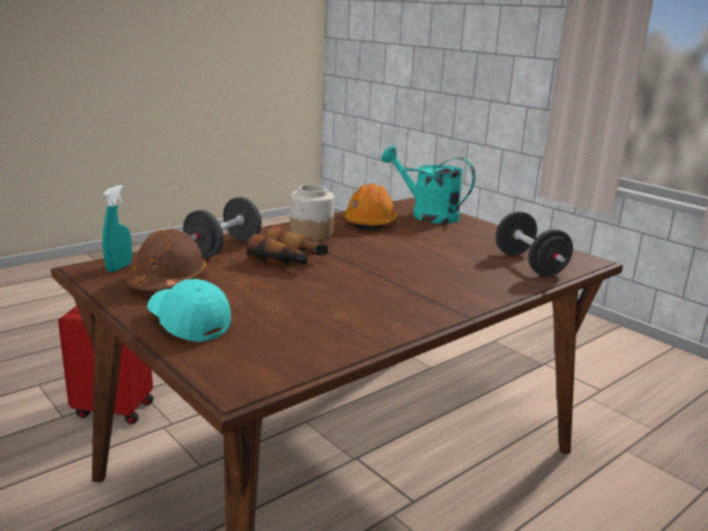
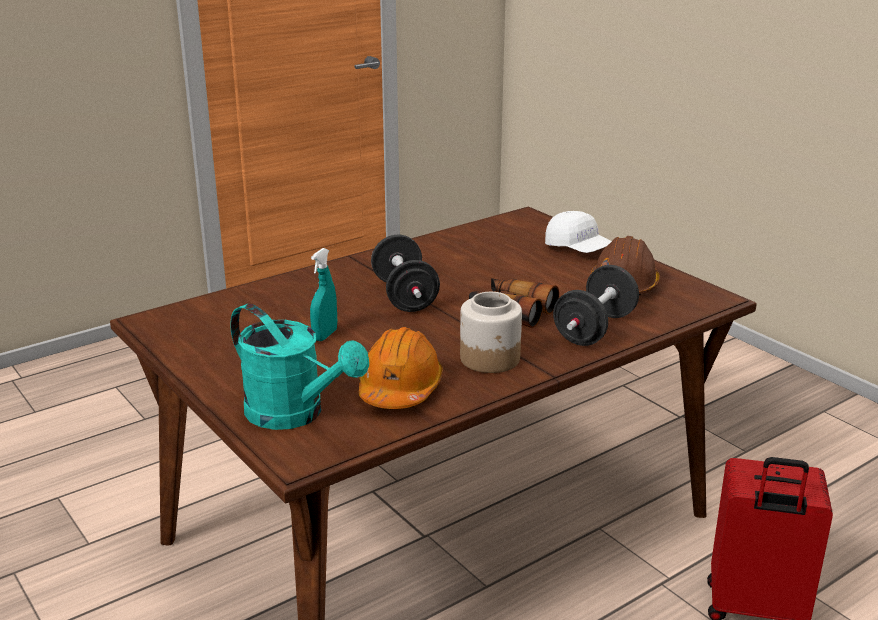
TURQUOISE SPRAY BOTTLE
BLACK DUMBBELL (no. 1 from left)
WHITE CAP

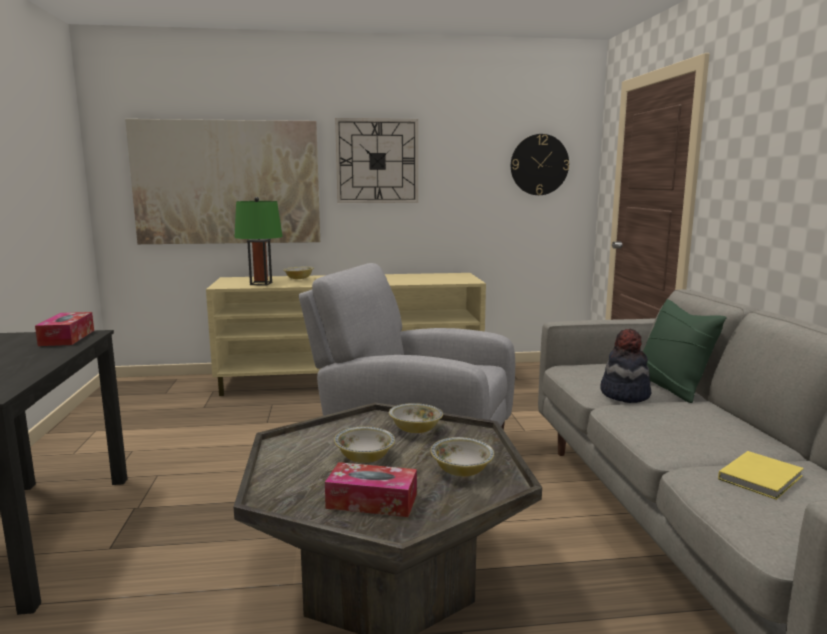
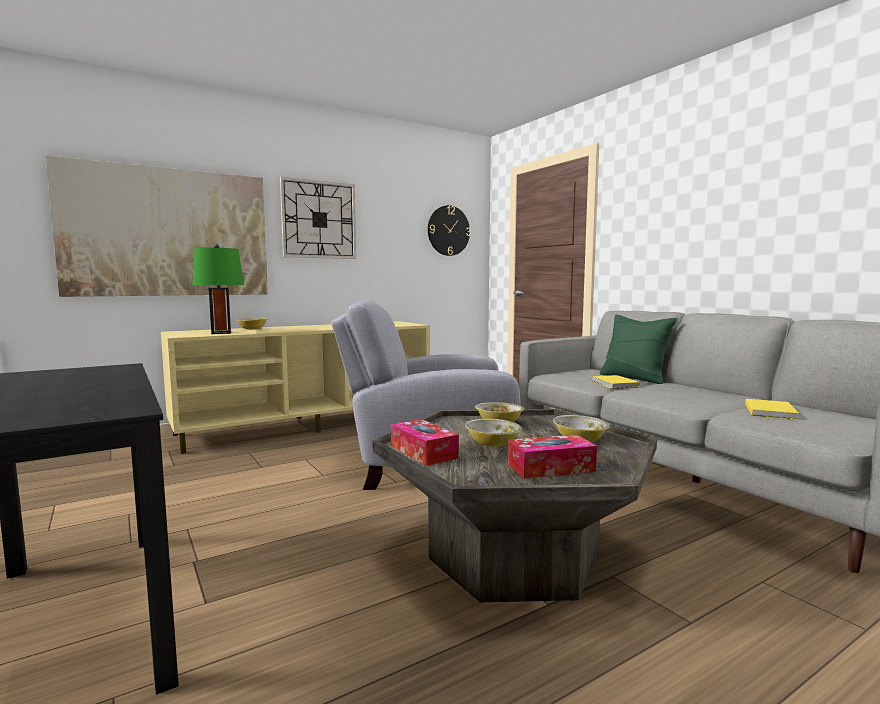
TISSUE BOX (no. 1 from left)
YELLOW BOOK (no. 1 from left)

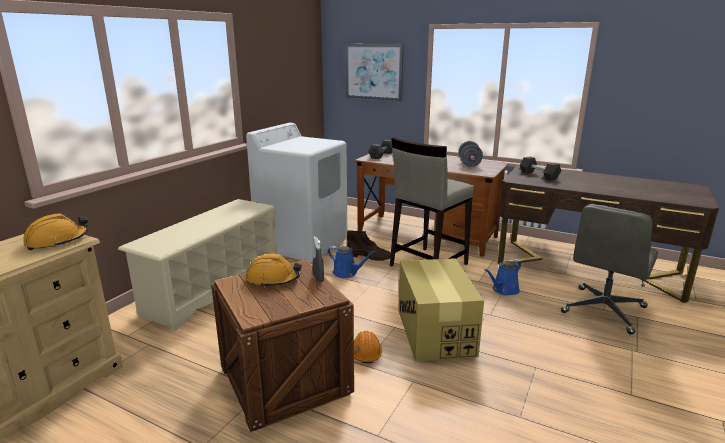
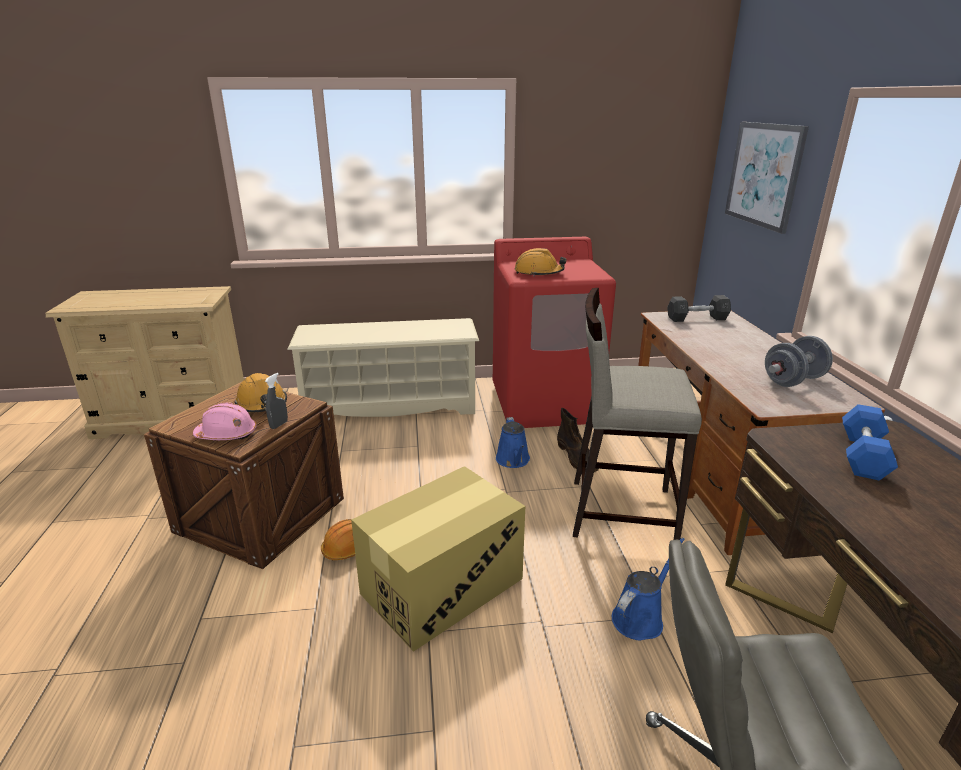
RED WASHING MACHINE
BLUE DUMBBELL
ORANGE HARD HAT (no. 3 from left)
BLUE WATERING CAN (no. 2 from left)
PINK HARD HAT

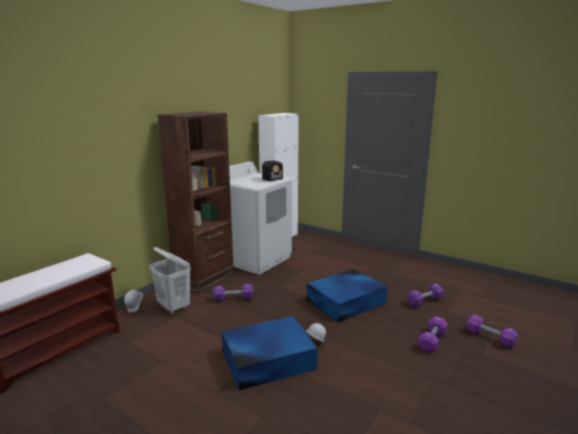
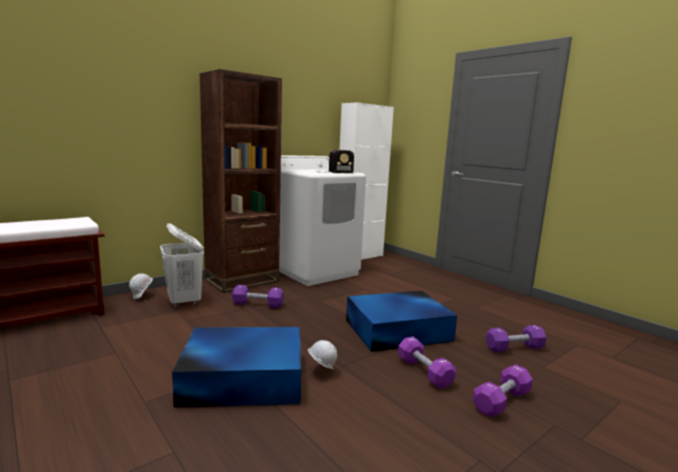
PURPLE DUMBBELL (no. 2 from left)

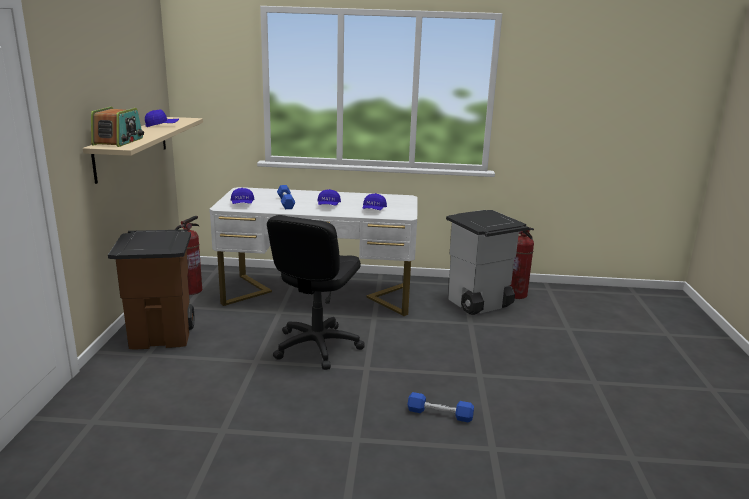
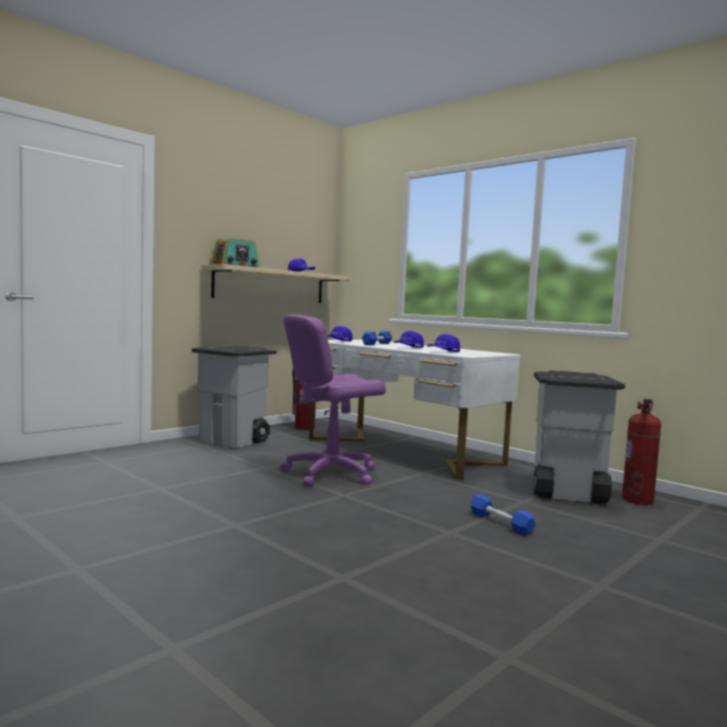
PURPLE OFFICE CHAIR
GREY TRASH CAN (no. 1 from left)
BLUE DUMBBELL (no. 2 from left)

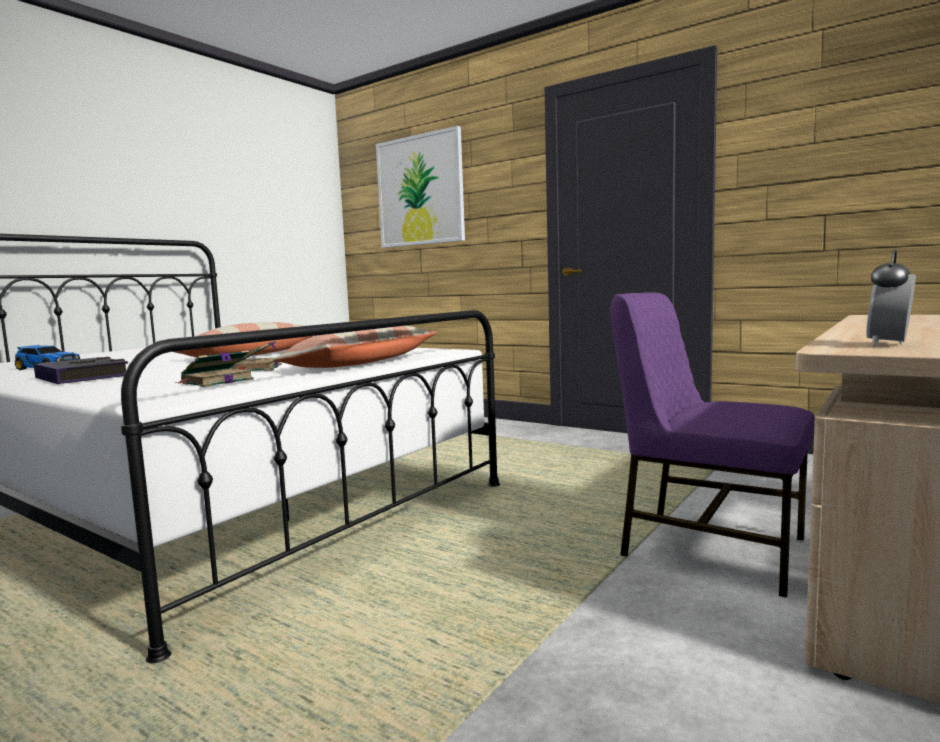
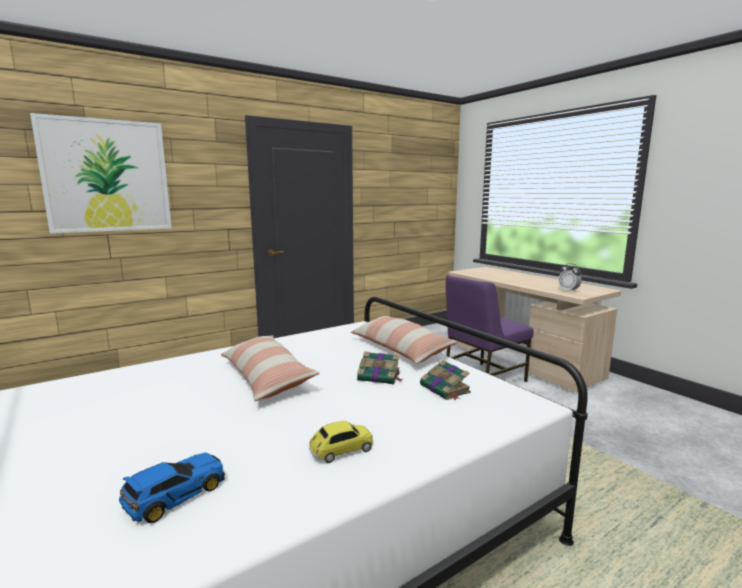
TOY CAR (no. 2 from left)

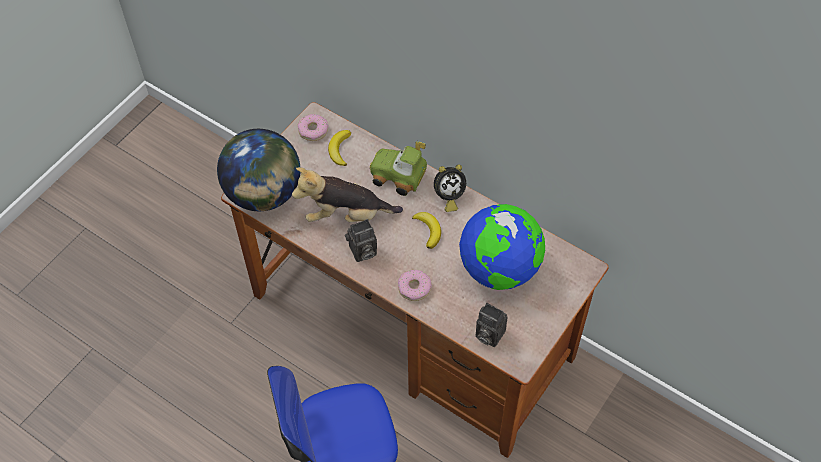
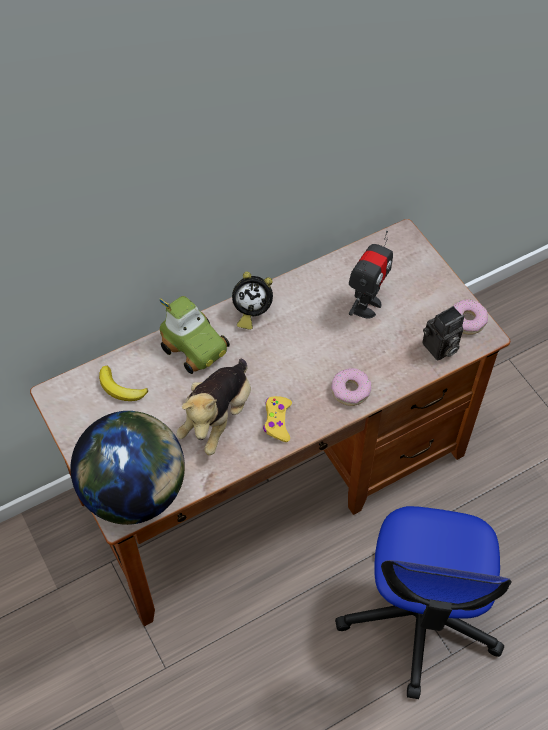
DONUT (no. 2 from left)
TOY CAR
ALARM CLOCK
TOY ROBOT
BANANA (no. 2 from left in the first image)
YELLOW GAME CONTROLLER

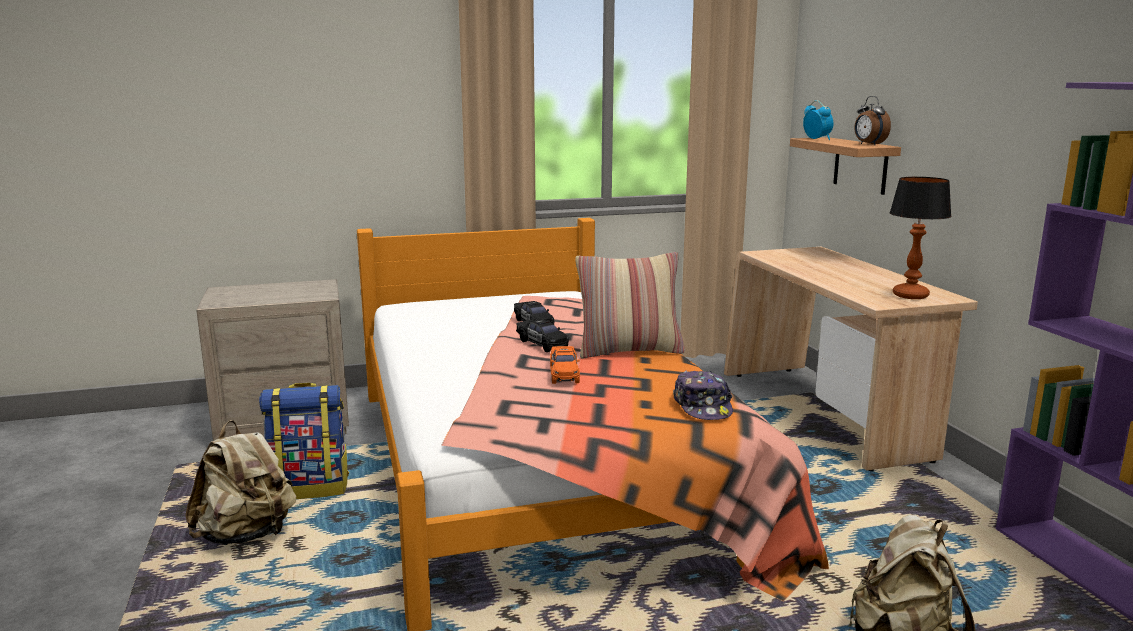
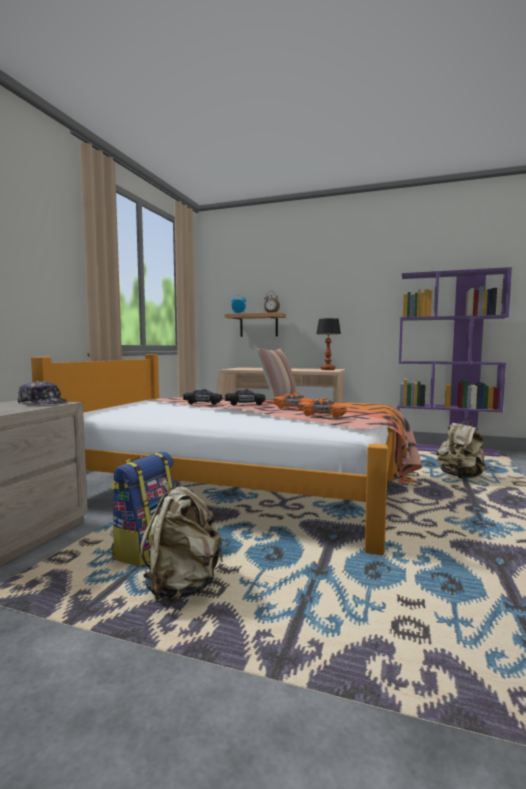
CAP
ORANGE TOY CAR (no. 2 from left)

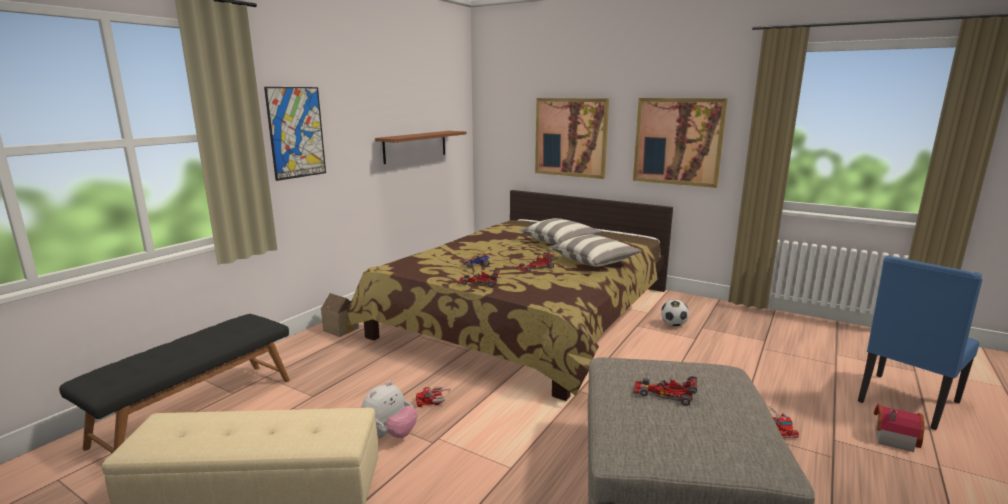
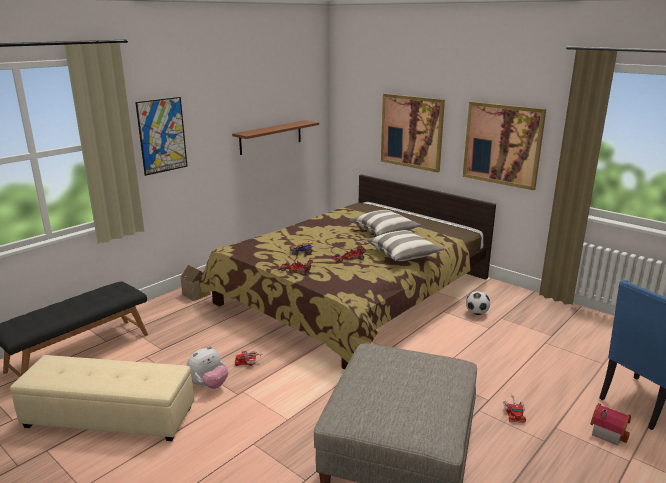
TOY CAR (no. 4 from left in the first image)

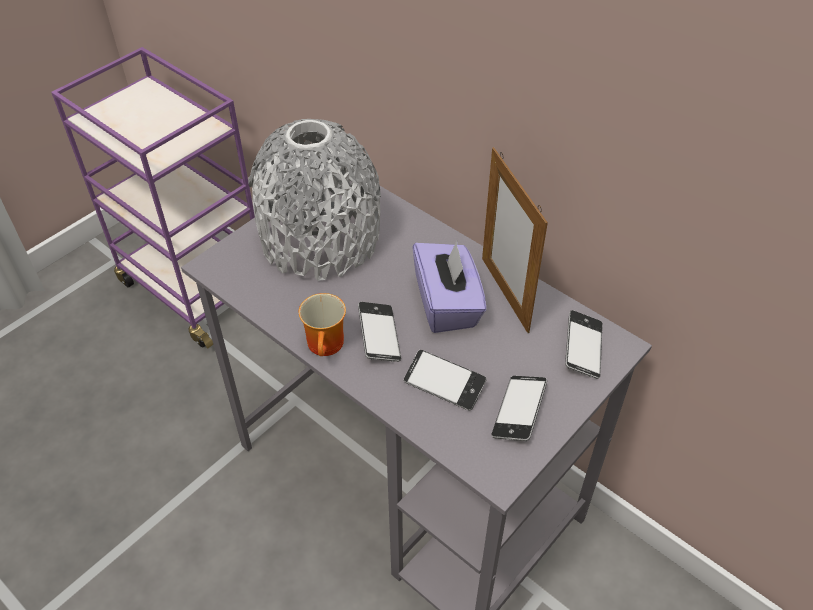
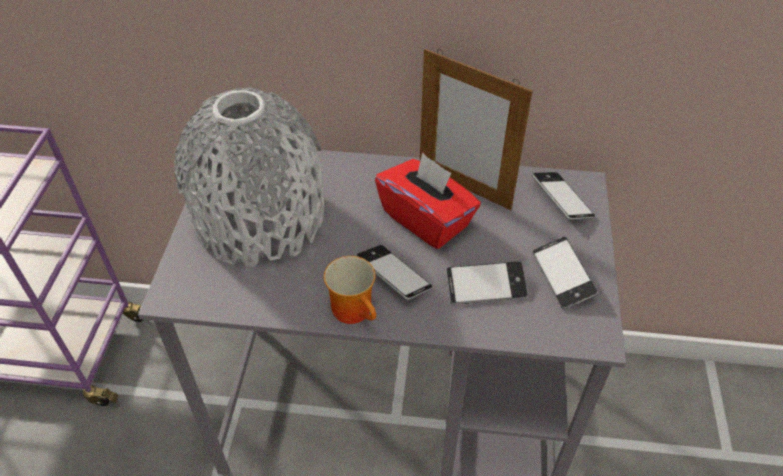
RED TISSUE BOX

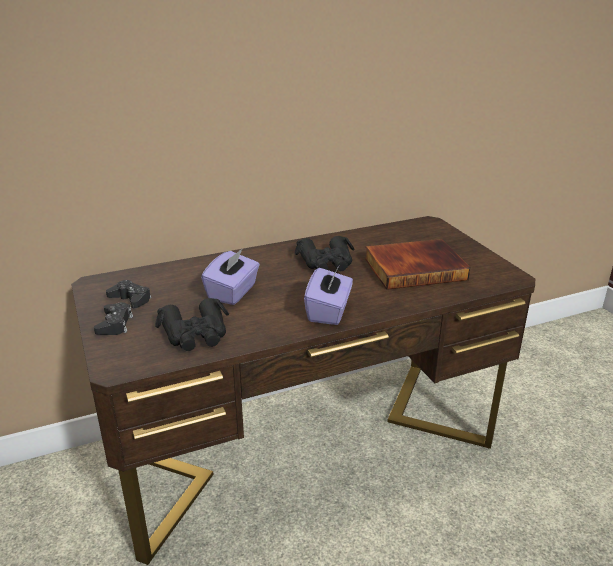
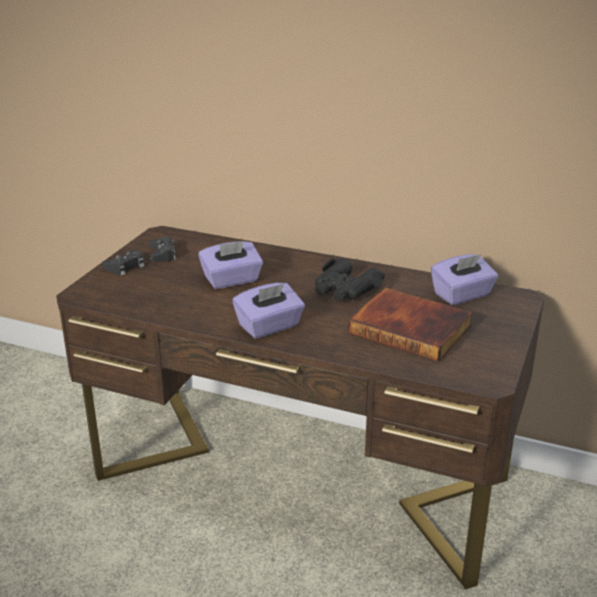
BLACK BINOCULARS (no. 1 from left in the first image)
PURPLE TISSUE BOX (no. 3 from left)

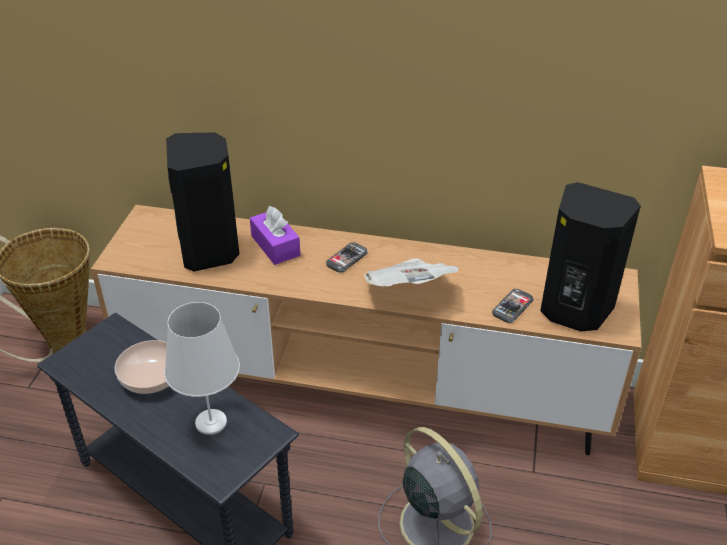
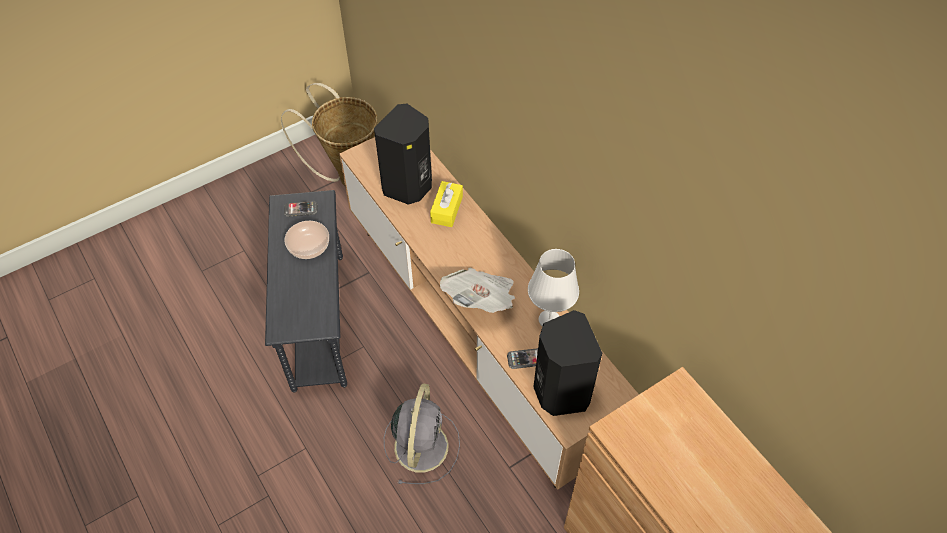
YELLOW TISSUE BOX
PHONE (no. 1 from left)
WHITE TABLE LAMP

